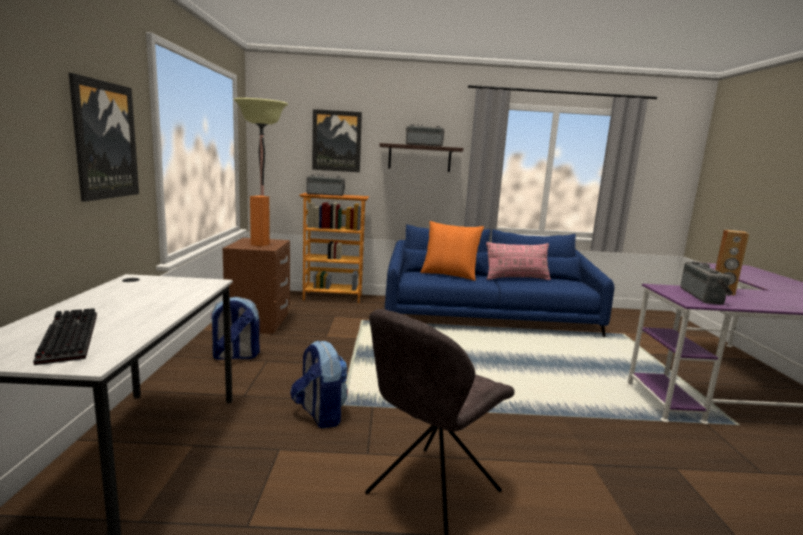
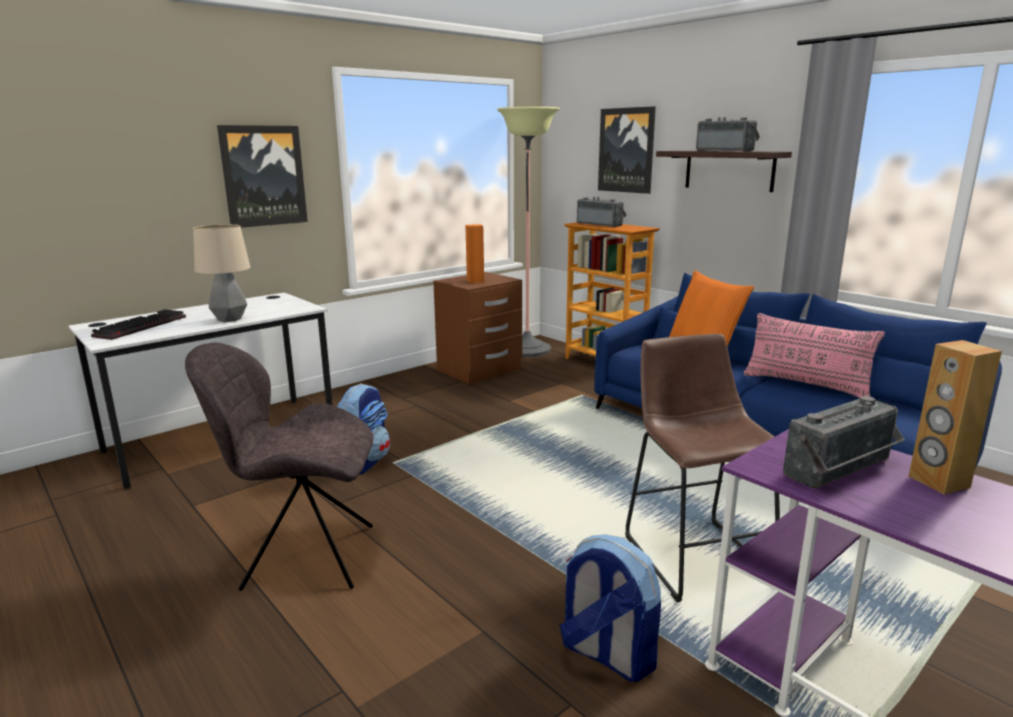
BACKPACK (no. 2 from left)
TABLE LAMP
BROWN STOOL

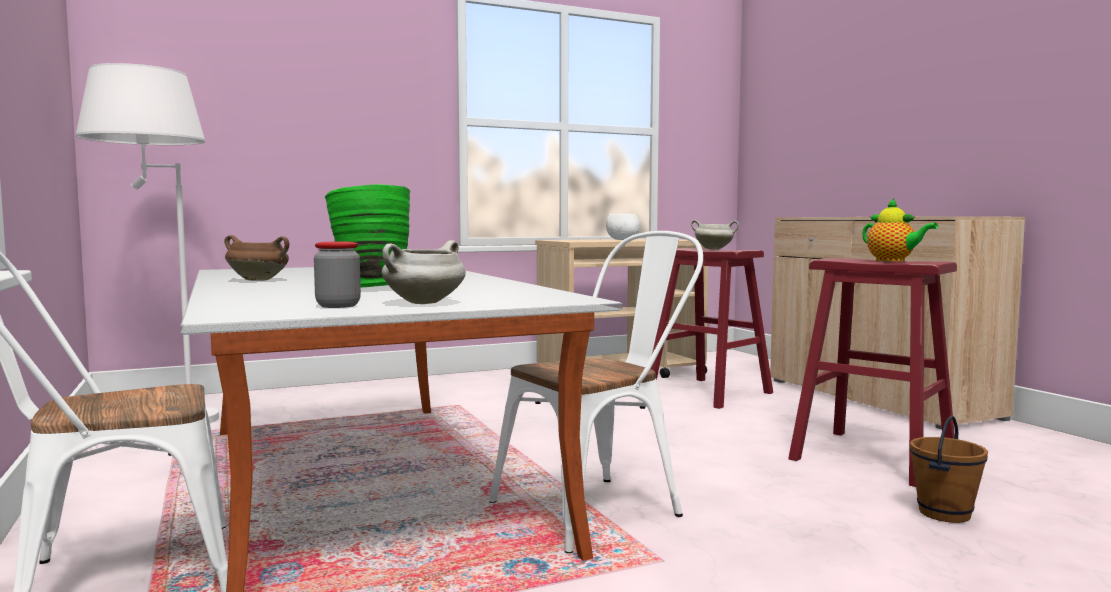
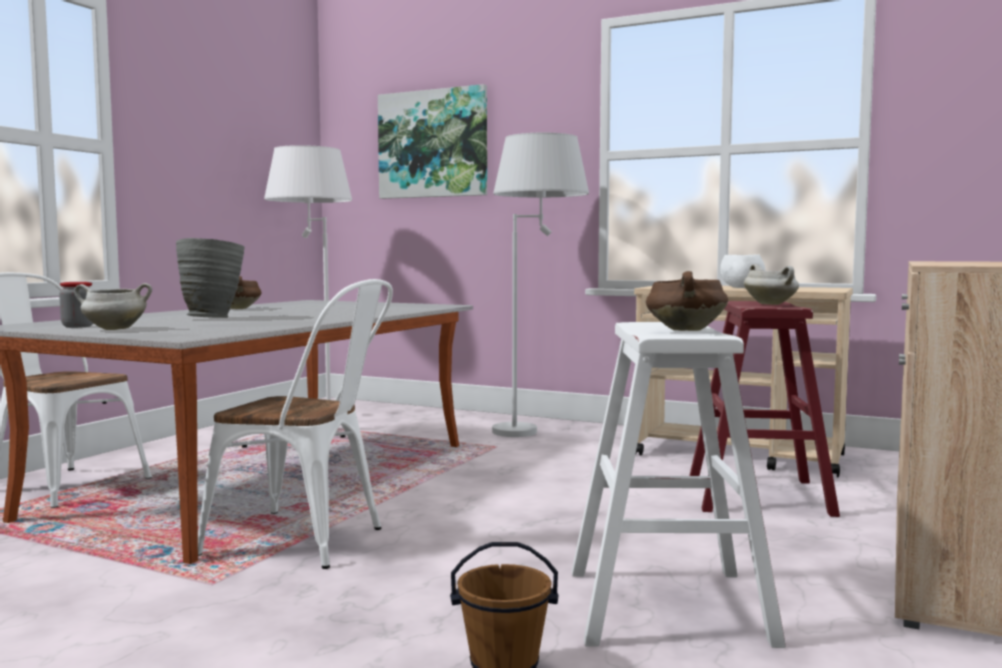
GREY VASE
BROWN COOKING POT (no. 2 from left)
WHITE STOOL
PICTURE
WHITE FLOOR LAMP (no. 2 from left)

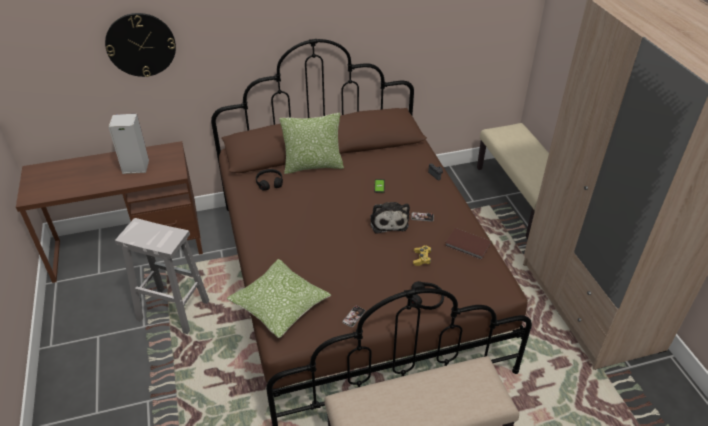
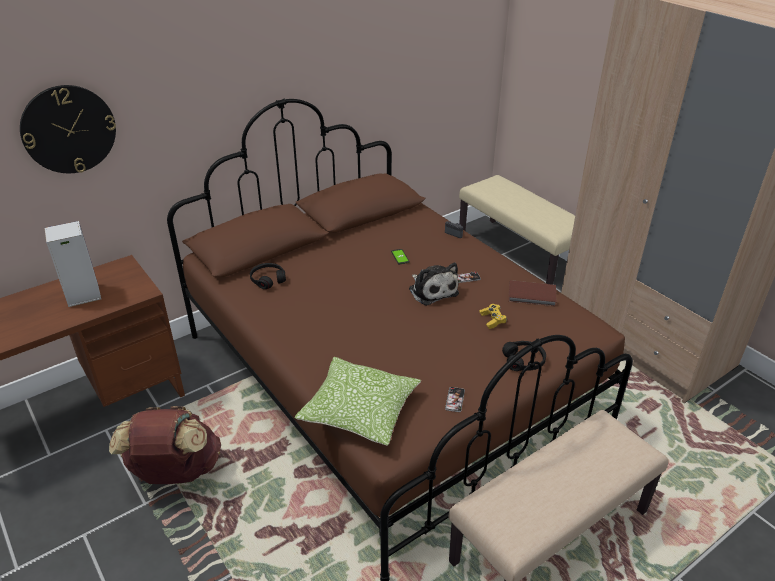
PILLOW (no. 2 from left in the first image)
BROWN BACKPACK

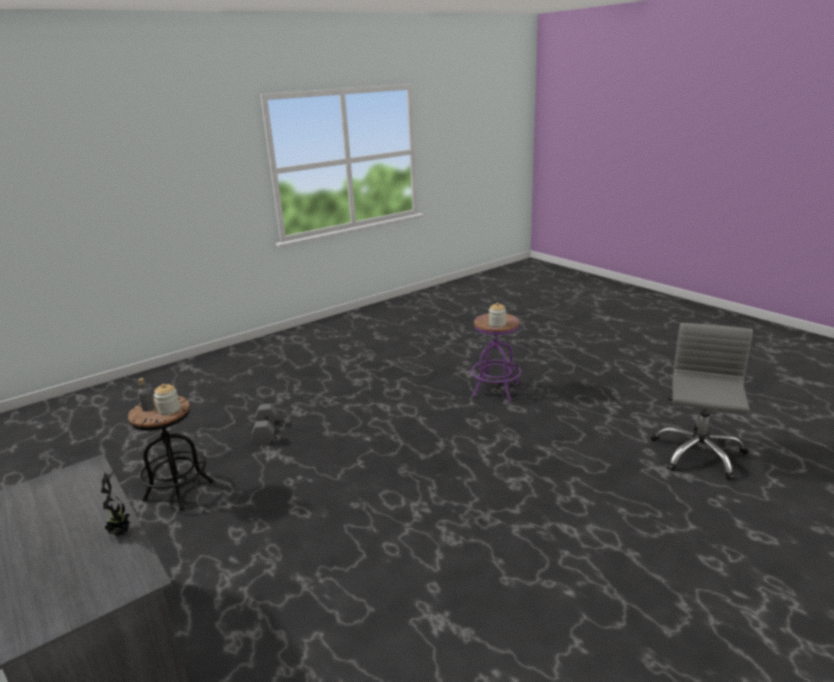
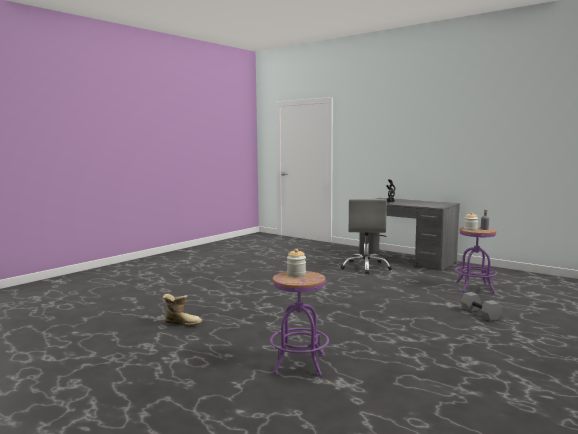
GREY OFFICE CHAIR
PURPLE STOOL (no. 2 from left)
BOOT

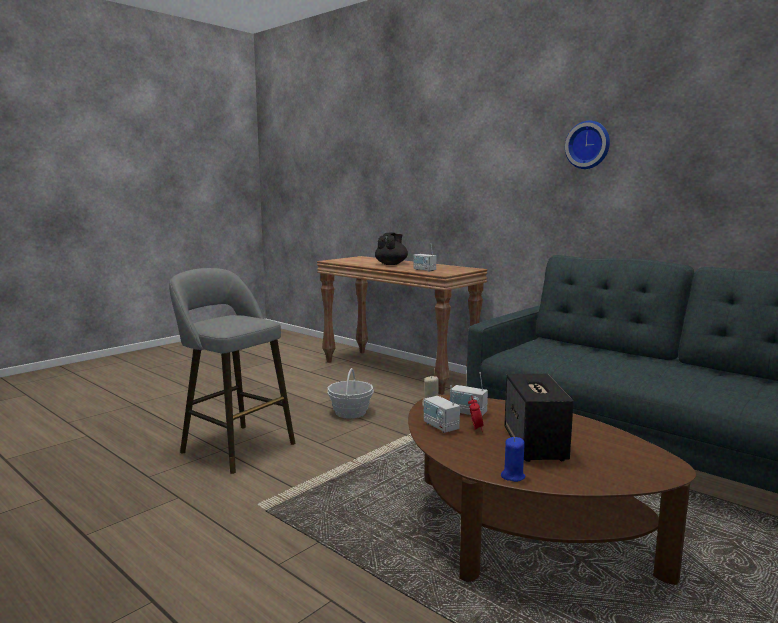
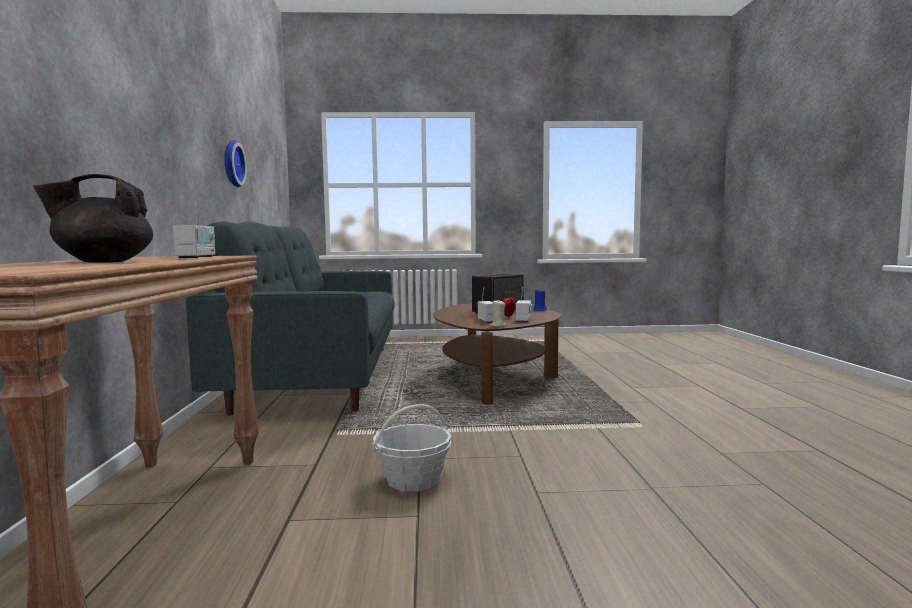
WALL CLOCK
GREY STOOL

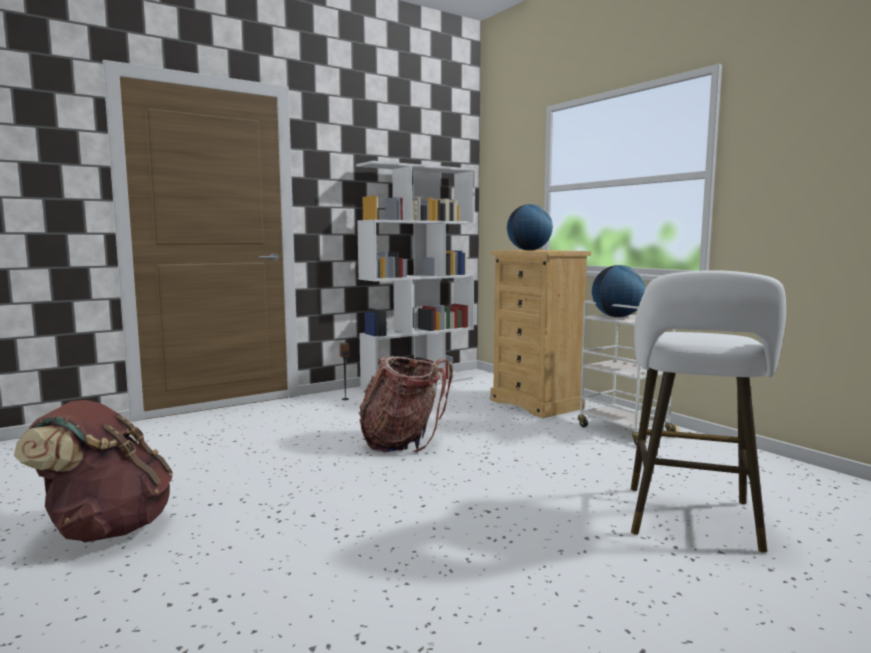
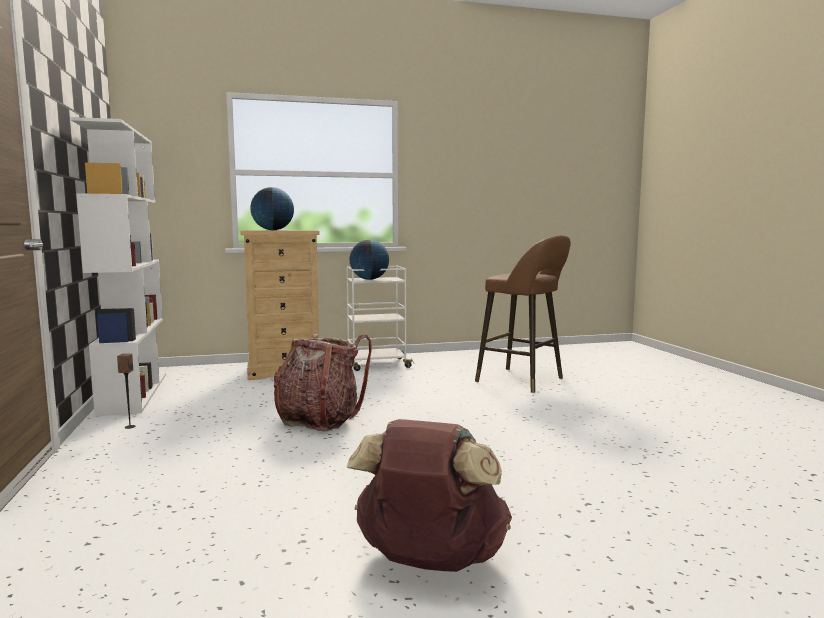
BROWN STOOL

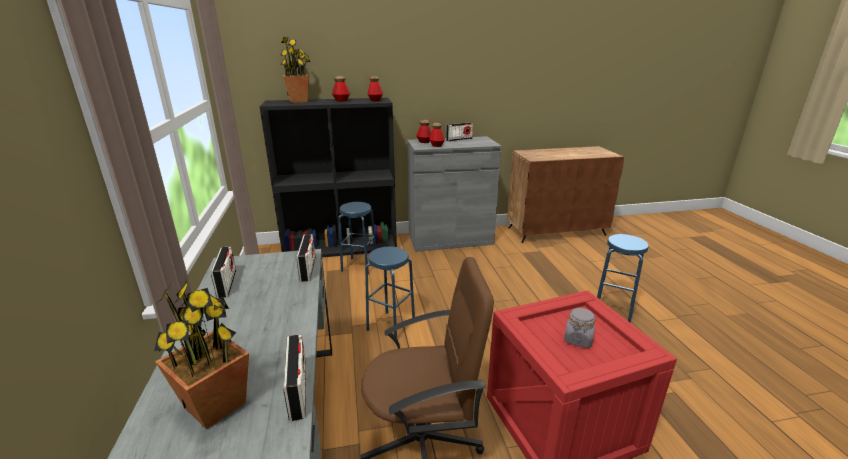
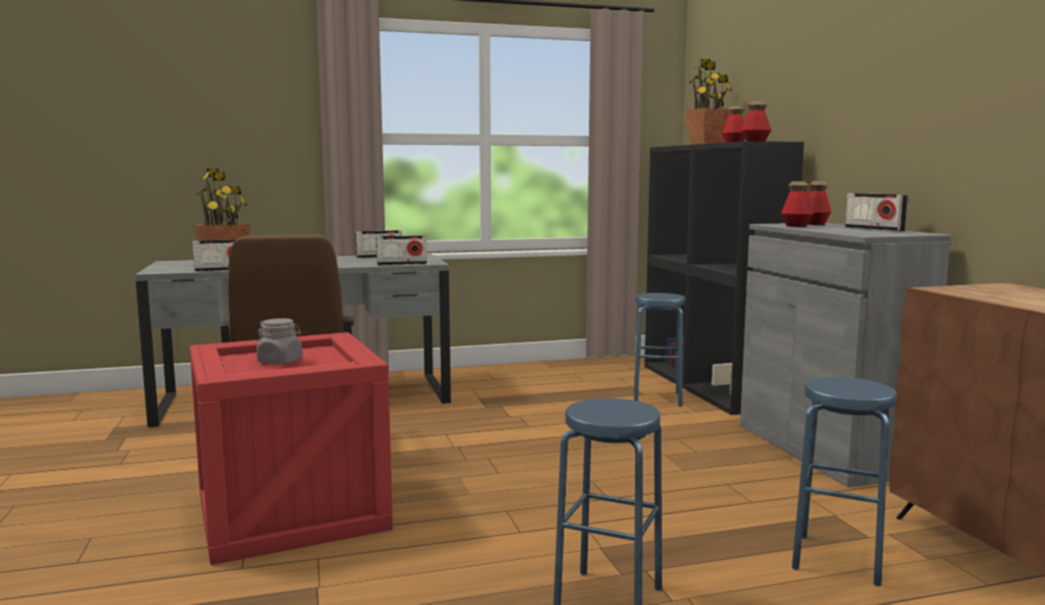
BLUE STOOL (no. 3 from left)

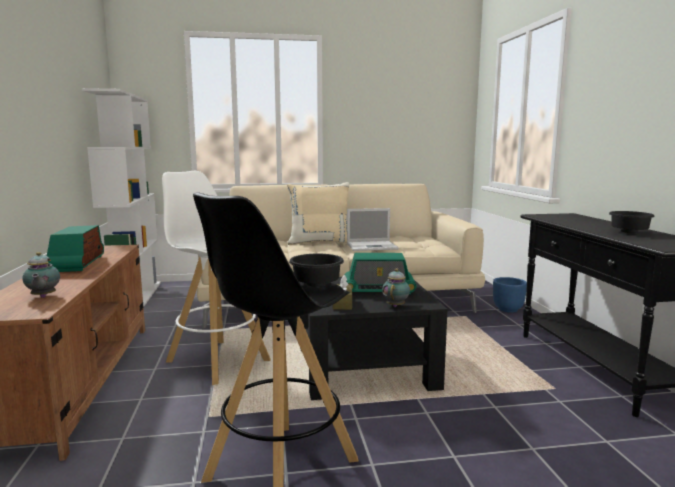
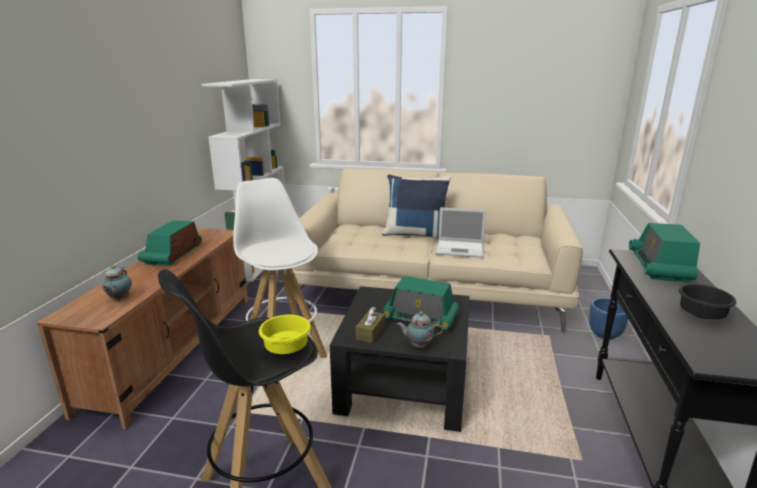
BLUE PILLOW
YELLOW BOWL
TEAPOT (no. 2 from left)
RADIO (no. 3 from left)

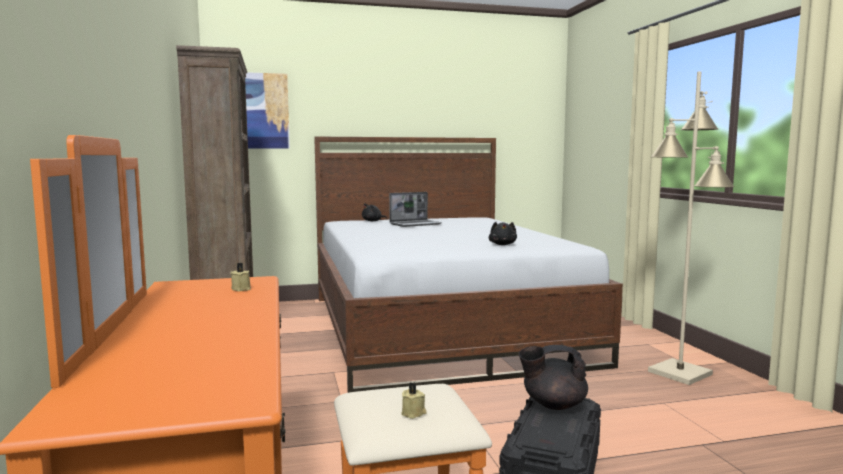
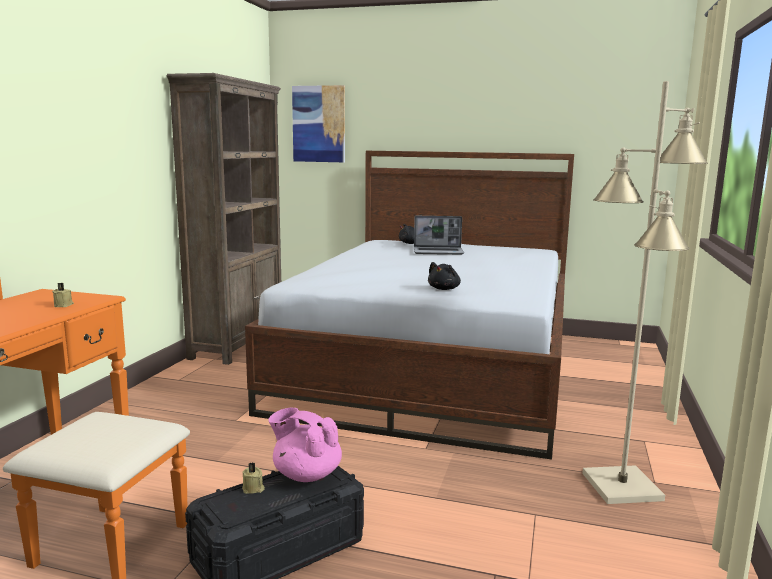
PINK TEAPOT
BEIGE CANDLE (no. 2 from left)

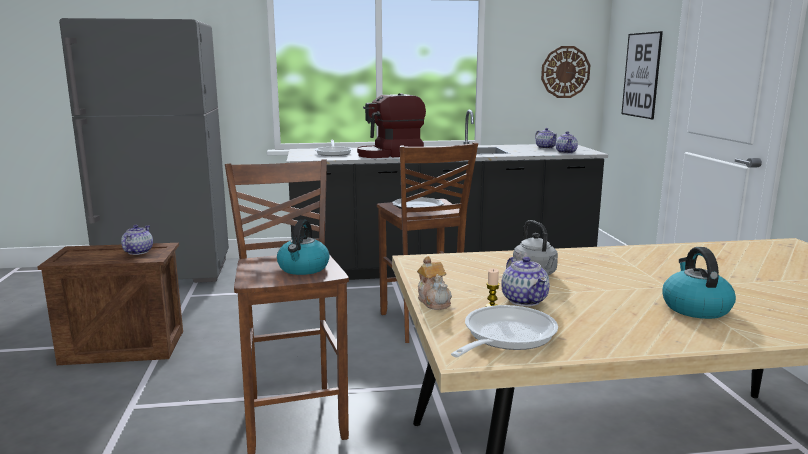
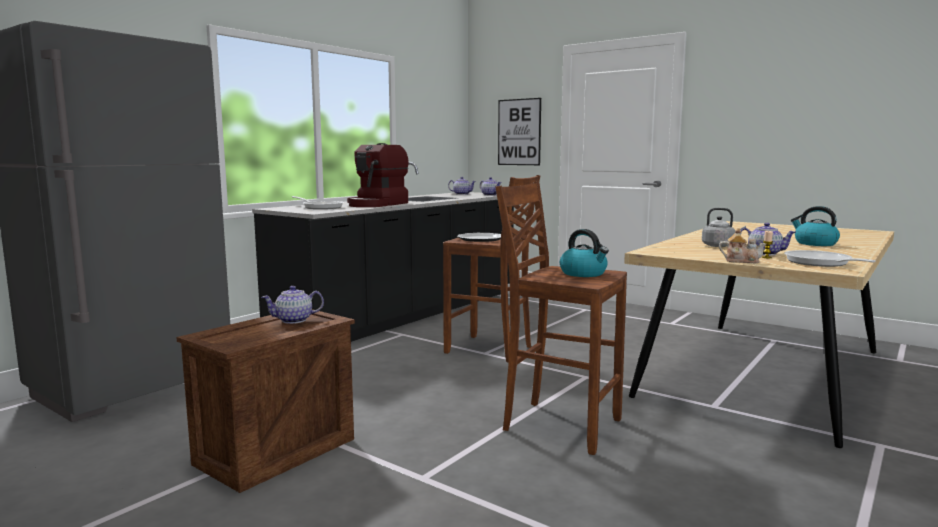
WALL CLOCK
TEAPOT (no. 1 from left)

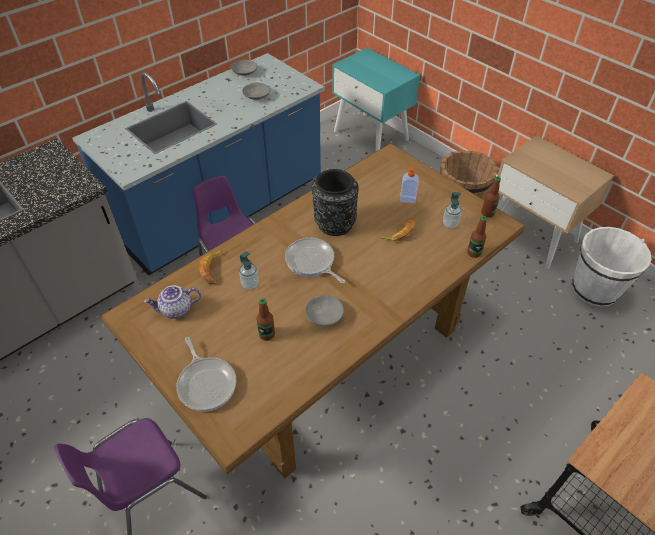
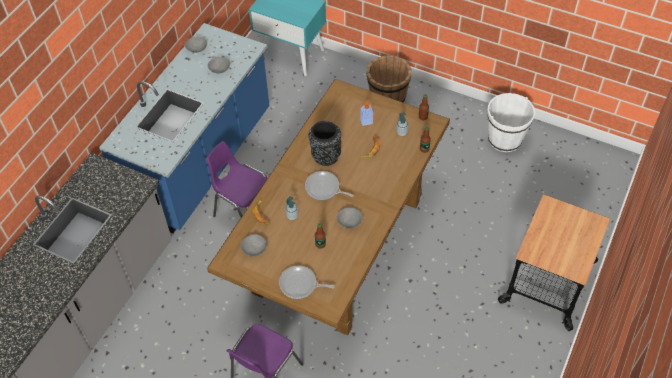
BEIGE NIGHTSTAND
GREY BOWL (no. 3 from left)
FRYING PAN (no. 1 from left)

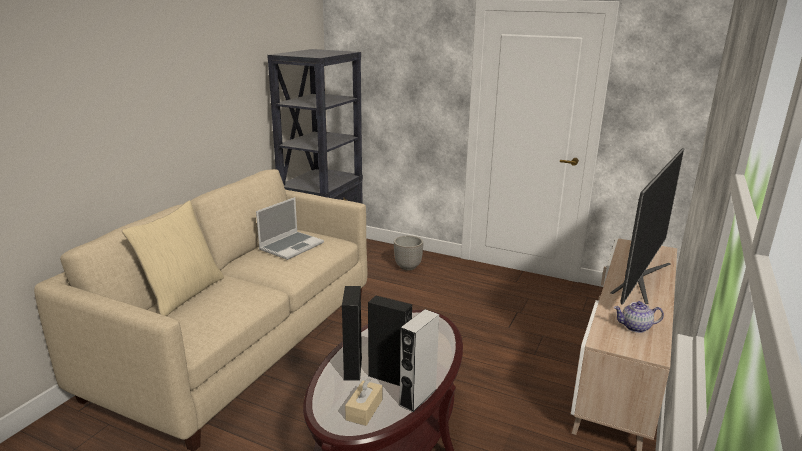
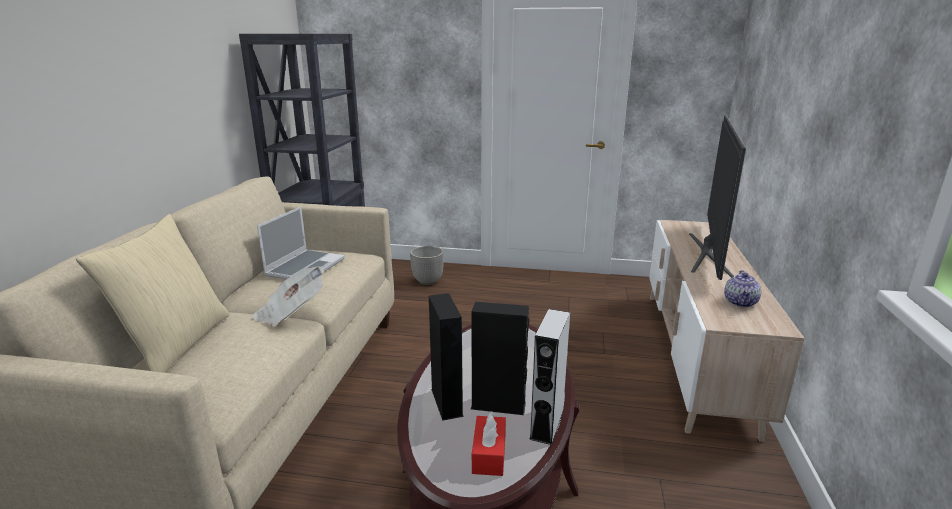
TEAPOT
RED TISSUE BOX
NEWSPAPER

